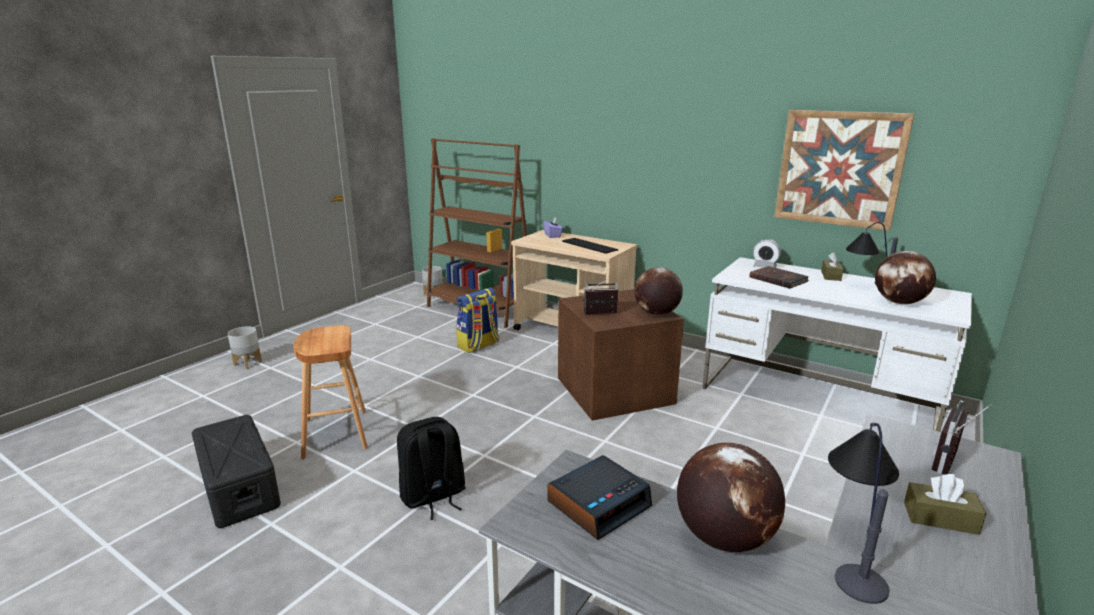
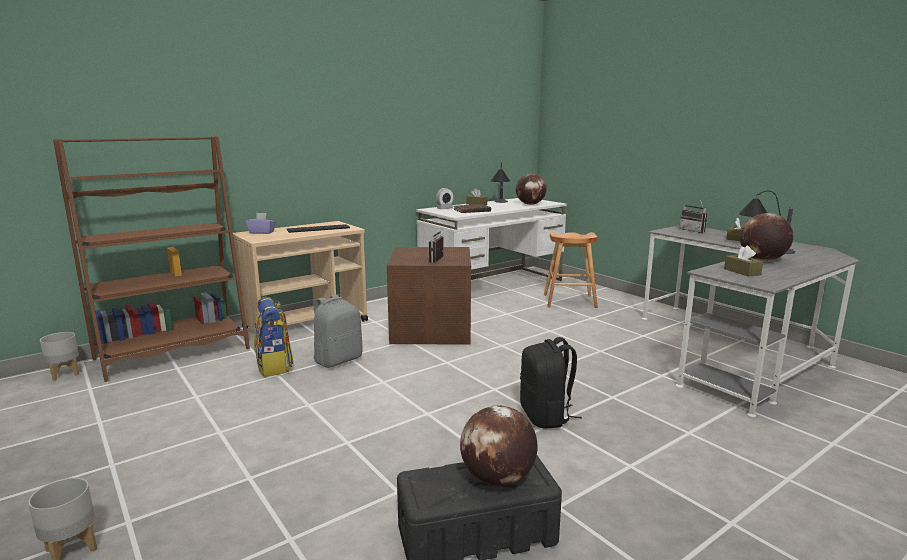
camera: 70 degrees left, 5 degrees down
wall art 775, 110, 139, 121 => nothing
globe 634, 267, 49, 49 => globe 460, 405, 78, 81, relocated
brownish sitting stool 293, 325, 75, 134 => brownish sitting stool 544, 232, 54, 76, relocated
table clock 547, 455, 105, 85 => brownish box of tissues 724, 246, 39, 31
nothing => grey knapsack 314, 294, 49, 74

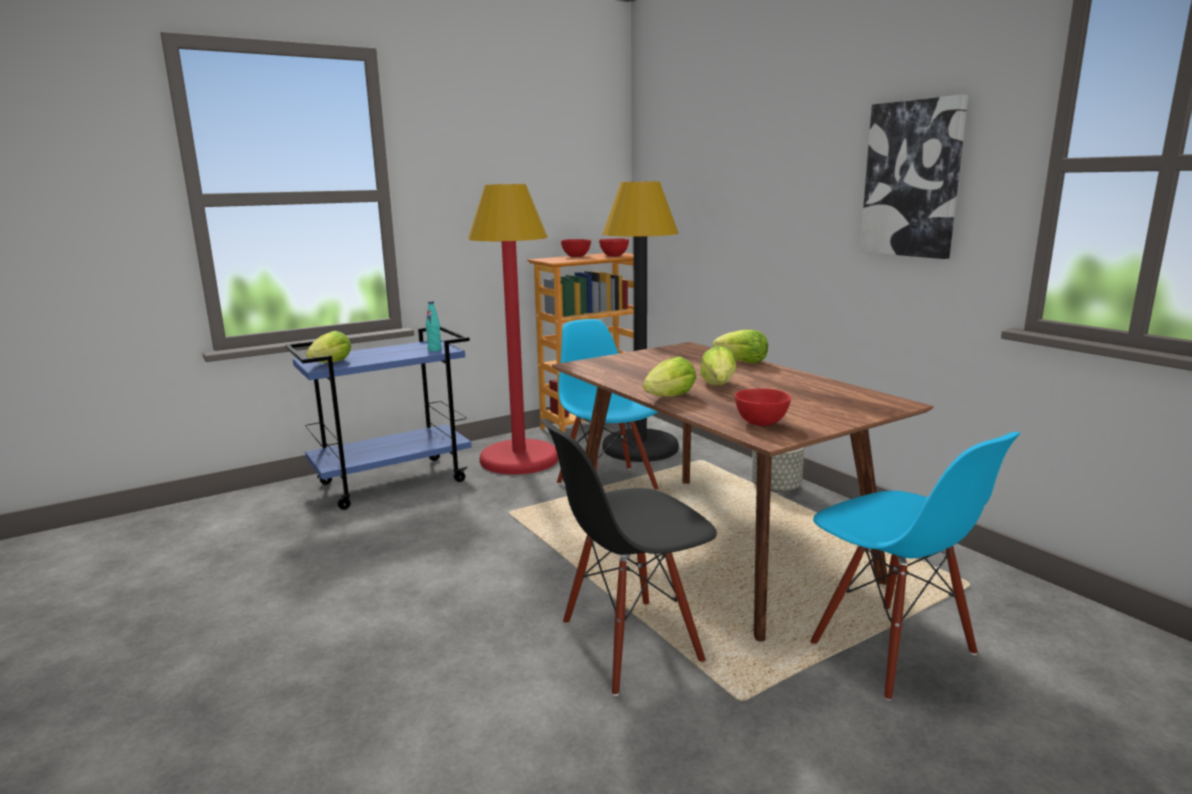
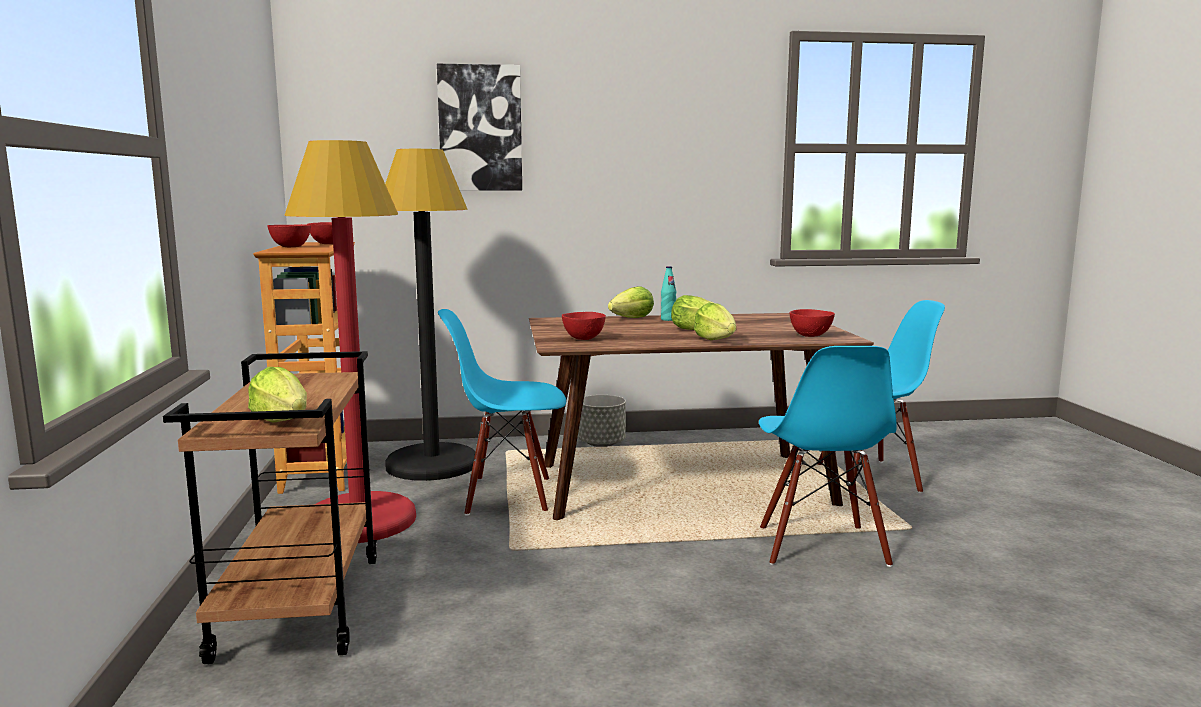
camera: 65 degrees left, 5 degrees down
wall art 860, 95, 108, 164 => wall art 437, 64, 85, 126, relocated
turquoise-coloured bottle 426, 301, 16, 51 => turquoise-coloured bottle 661, 266, 15, 55, relocated
blue wheeled cart 285, 326, 187, 184 => brownish wheeled cart 163, 351, 214, 313
black plain chair 540, 419, 177, 277 => blue plain chair 759, 346, 138, 221
nothing => red-coloured deep dish 562, 312, 44, 28

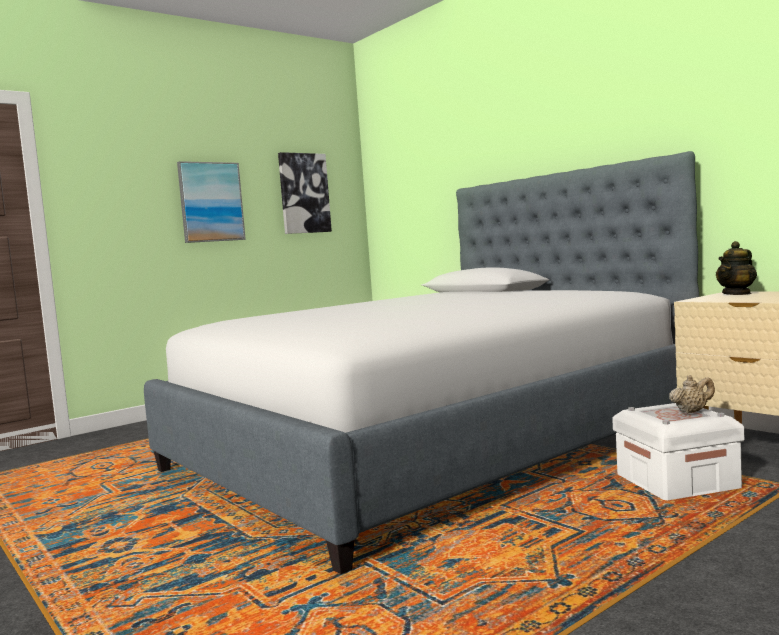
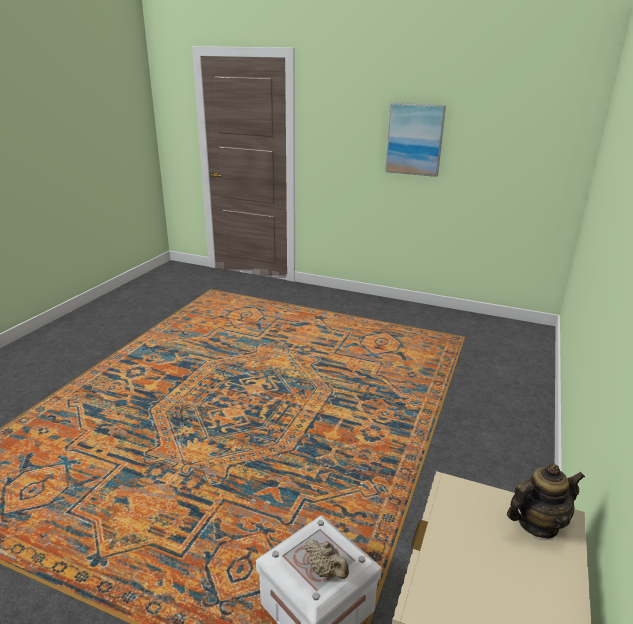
camera: 60 degrees right, 20 degrees up
bed 144, 151, 555, 423 => nothing
wall art 278, 152, 54, 82 => nothing
pot for tea 716, 241, 41, 54 => pot for tea 507, 464, 78, 75, 135 degrees clockwise

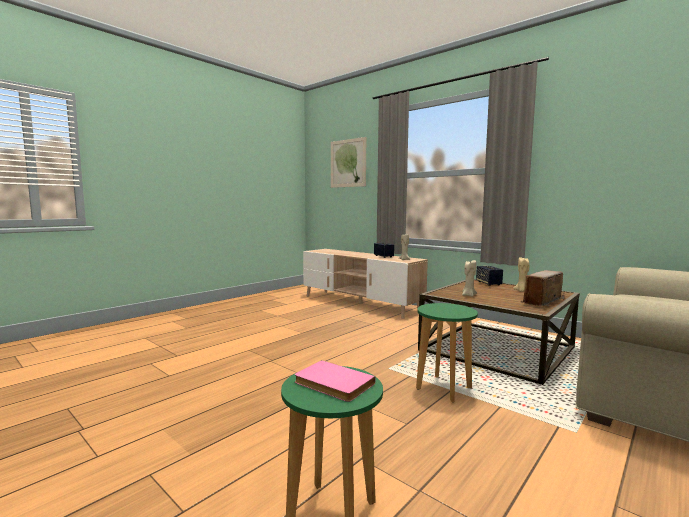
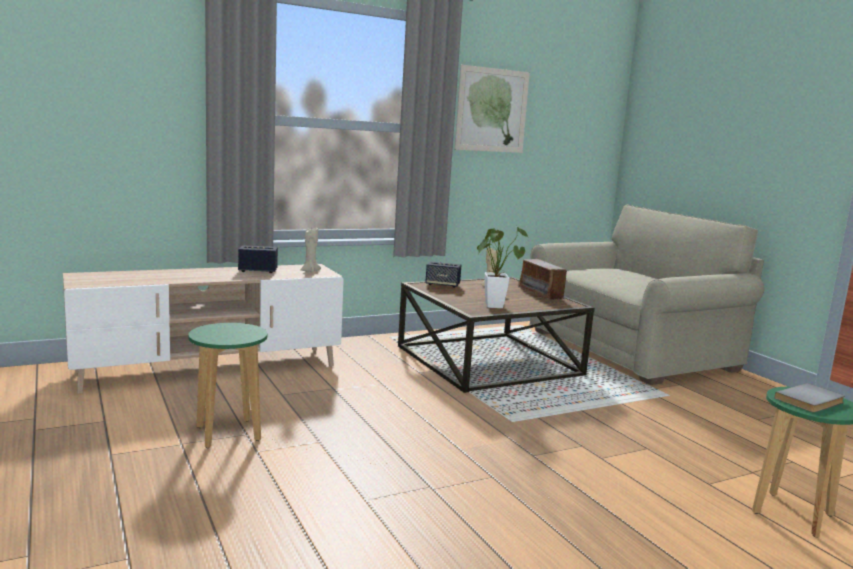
camera: 70 degrees left, 5 degrees up
wall art 331, 137, 35, 51 => wall art 455, 65, 75, 88, relocated
sand-coloured wax candle 462, 260, 15, 37 => plant in a pot 477, 227, 51, 81
green sitting stool 416, 303, 62, 99 => green sitting stool 188, 323, 79, 125, relocated
pink book 295, 360, 80, 42 => grey book 774, 383, 71, 29

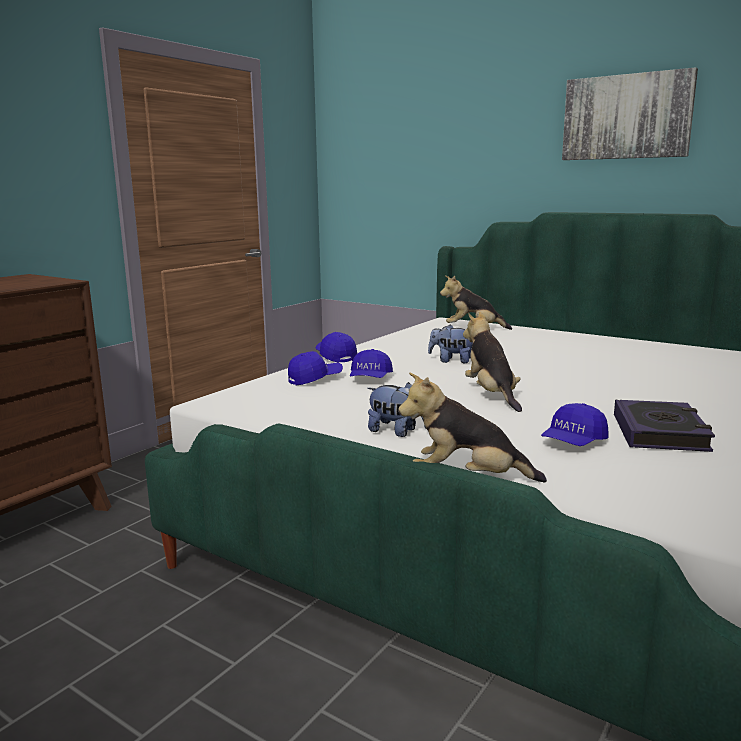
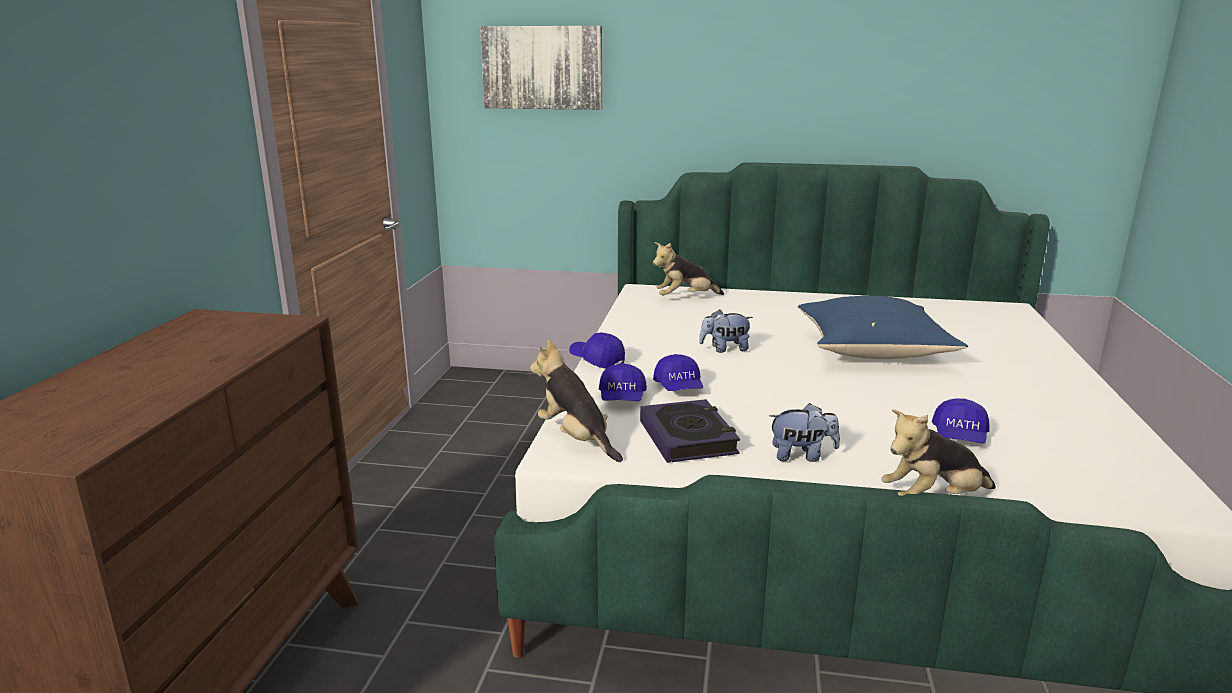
camera: 25 degrees left, 5 degrees up
wall art 562, 67, 136, 93 => wall art 480, 26, 122, 84, relocated
soft toy 463, 312, 59, 100 => soft toy 530, 340, 93, 122, relocated
blue cap 288, 351, 55, 34 => blue cap 599, 363, 48, 38, 150 degrees clockwise
book 614, 400, 101, 52 => book 640, 399, 100, 64, relocated
nothing => blue cushion 798, 296, 170, 63

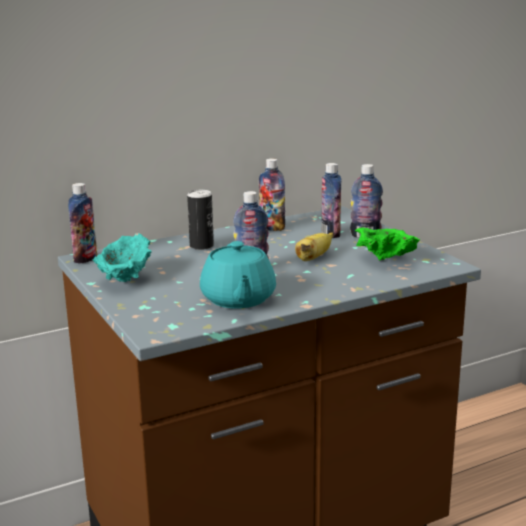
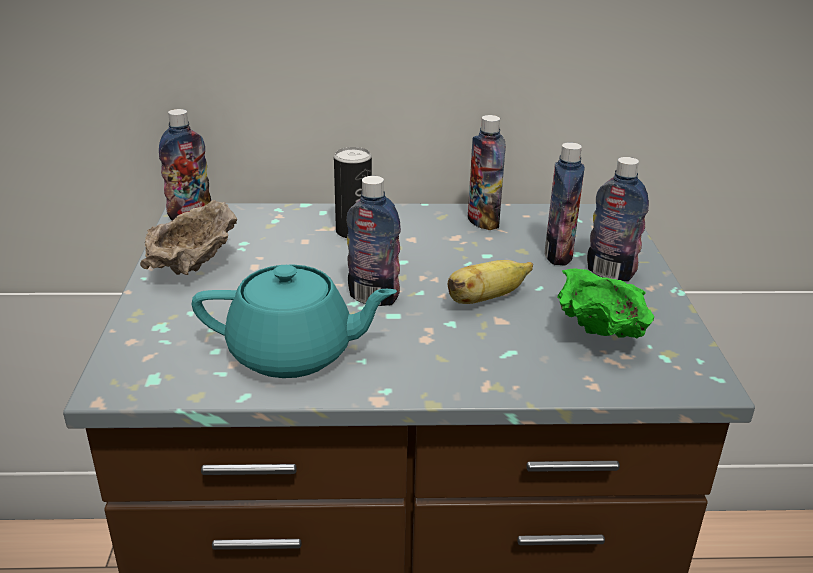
camera: 25 degrees right, 10 degrees up
turquoise-coloured deep dish 92, 233, 59, 49 => sand-coloured deep dish 140, 200, 97, 75
turquoise-coloured pot for tea 200, 241, 76, 68 => turquoise-coloured pot for tea 192, 264, 205, 114, 105 degrees counterclockwise

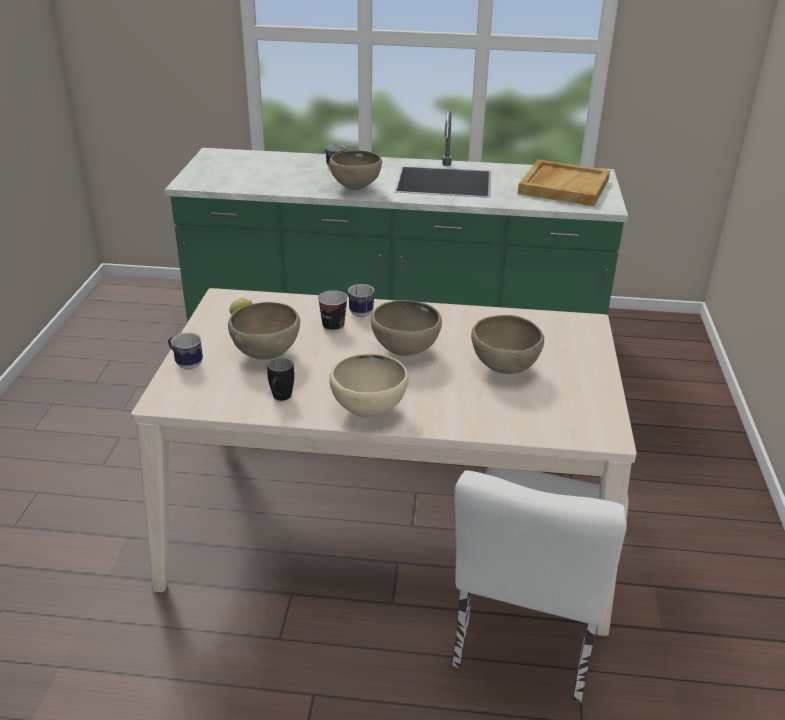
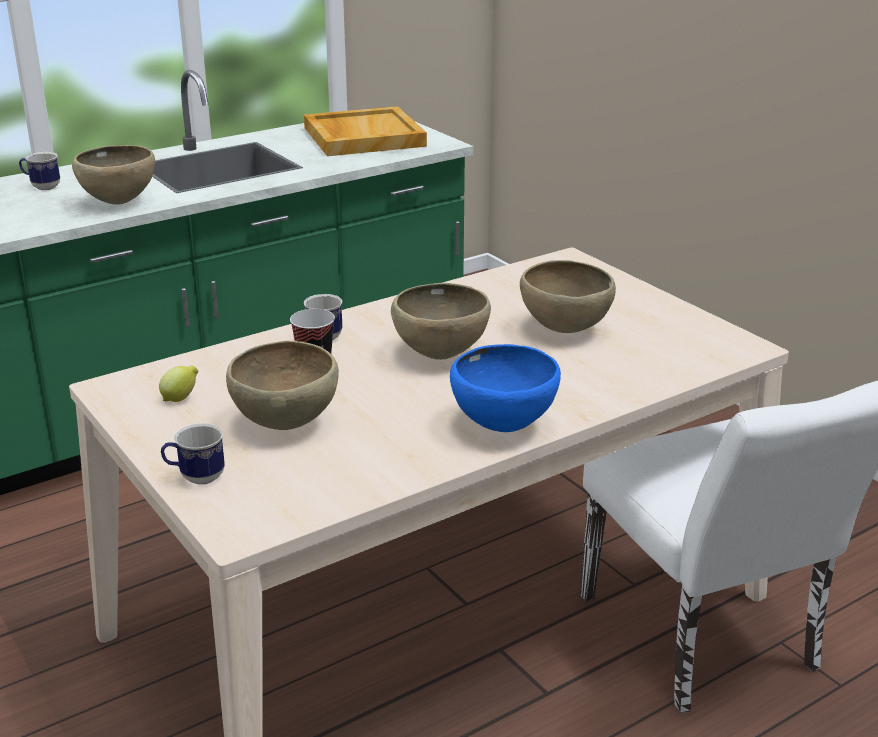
camera: 40 degrees left, 5 degrees down
sand-coloured deep dish 329, 353, 80, 65 => blue deep dish 450, 344, 111, 88
black mug 267, 358, 27, 43 => nothing

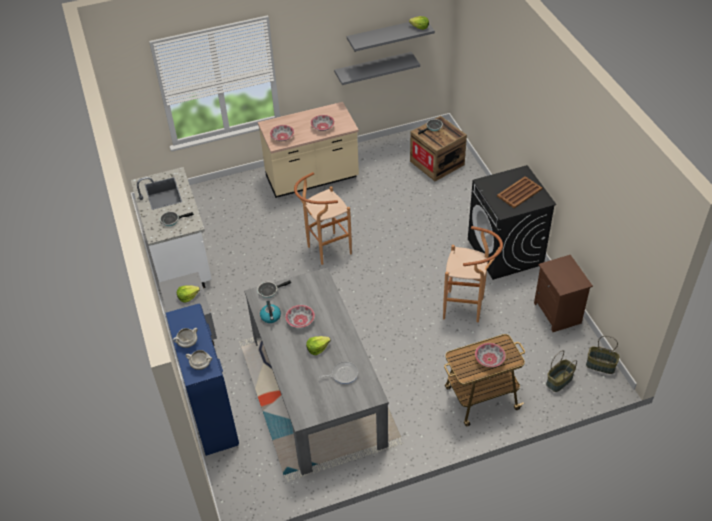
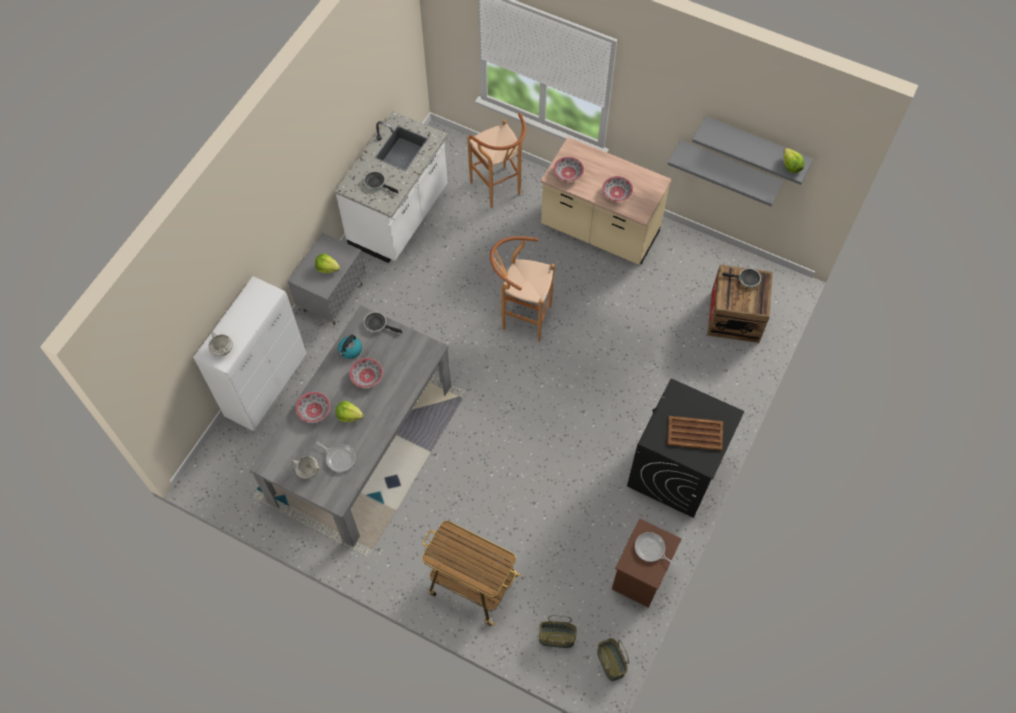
camera: 45 degrees right, 15 degrees up
brownish sitting stool 443, 226, 60, 97 => brownish sitting stool 467, 113, 59, 95, relocated
blue cupboard 166, 303, 73, 153 => white cupboard 193, 276, 114, 155
white cooking pot 173, 328, 24, 20 => white cooking pot 292, 456, 28, 23, relocated
deep dish 475, 343, 31, 24 => deep dish 296, 392, 34, 31, relocated
nothing => pan 635, 532, 41, 34

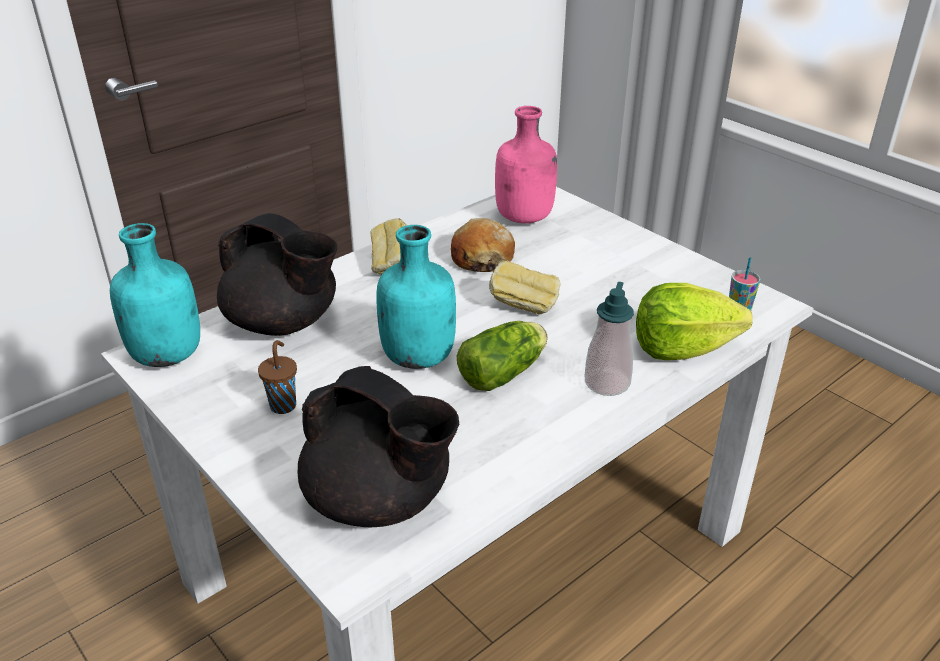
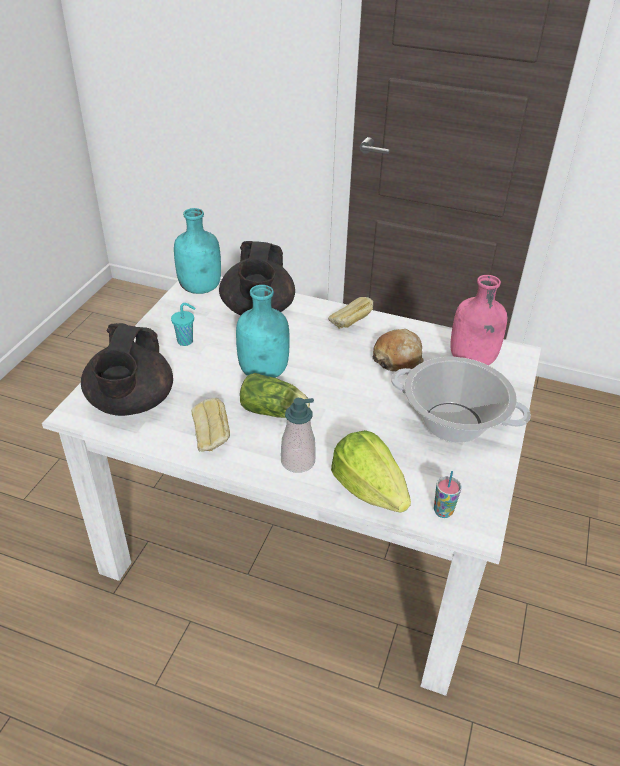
camera: 60 degrees right, 5 degrees up
bread 489, 260, 72, 55 => bread 191, 398, 39, 54, relocated
brownish drinking cup 258, 340, 39, 74 => turquoise-coloured drinking cup 171, 303, 25, 43
nothing => cooking pot 391, 357, 140, 86

